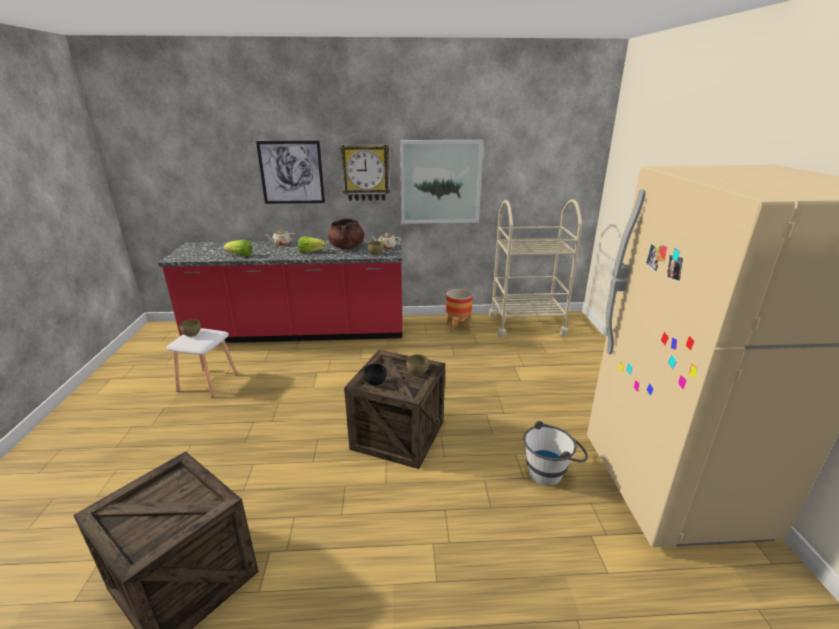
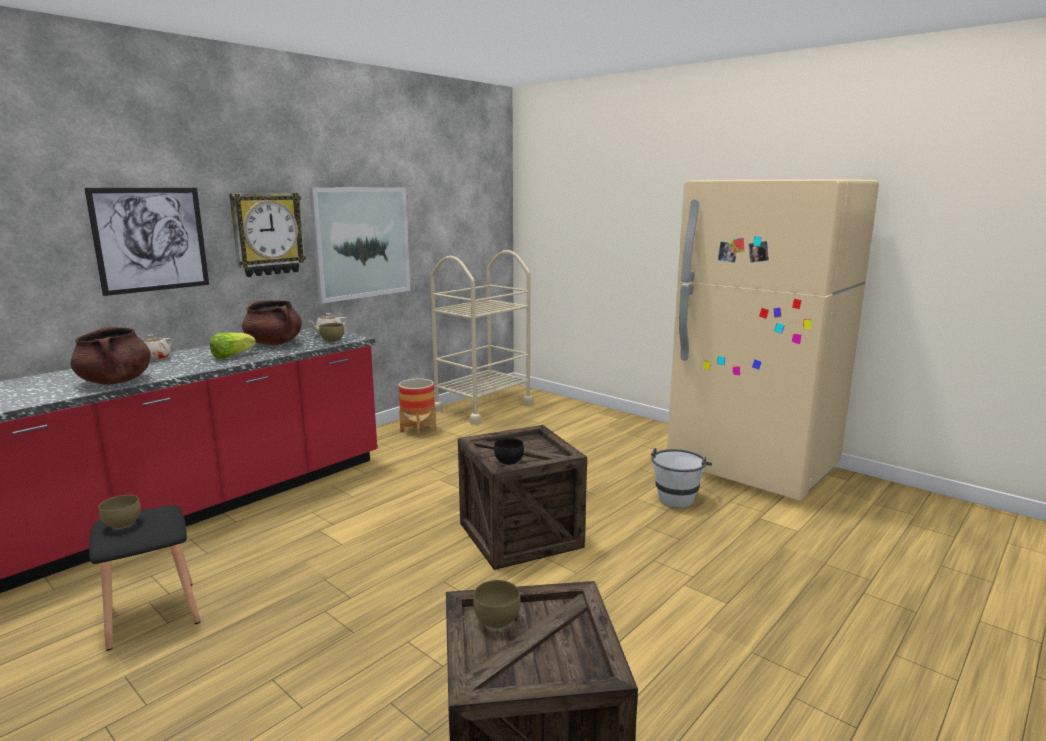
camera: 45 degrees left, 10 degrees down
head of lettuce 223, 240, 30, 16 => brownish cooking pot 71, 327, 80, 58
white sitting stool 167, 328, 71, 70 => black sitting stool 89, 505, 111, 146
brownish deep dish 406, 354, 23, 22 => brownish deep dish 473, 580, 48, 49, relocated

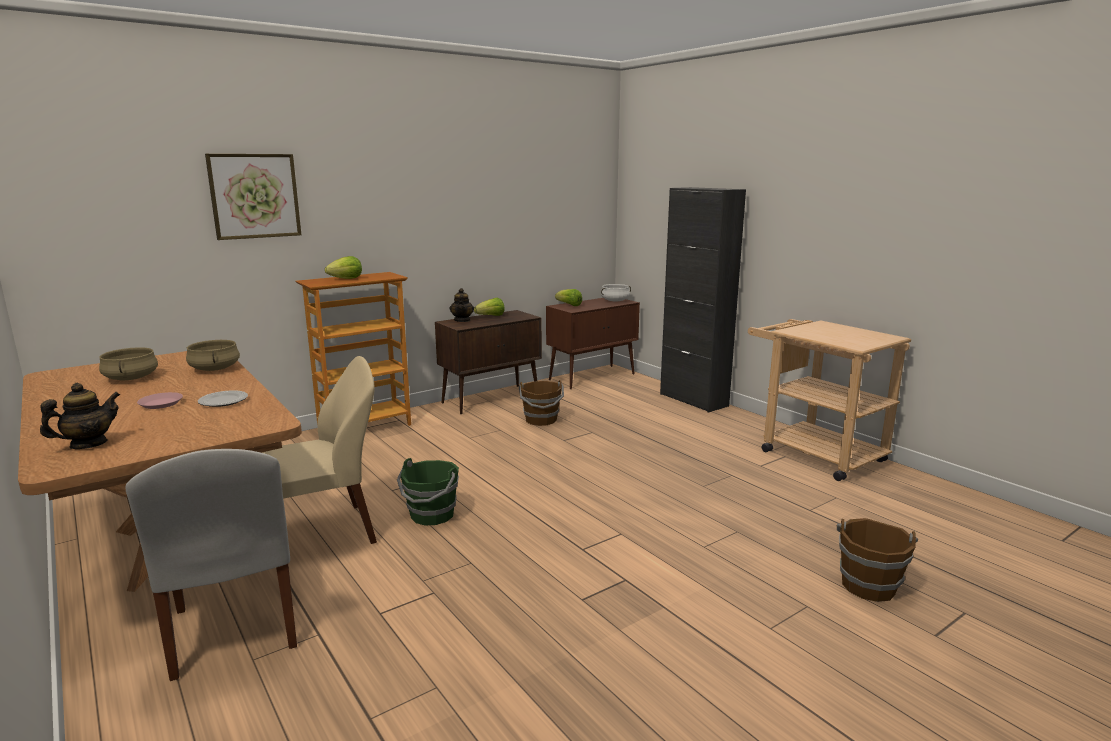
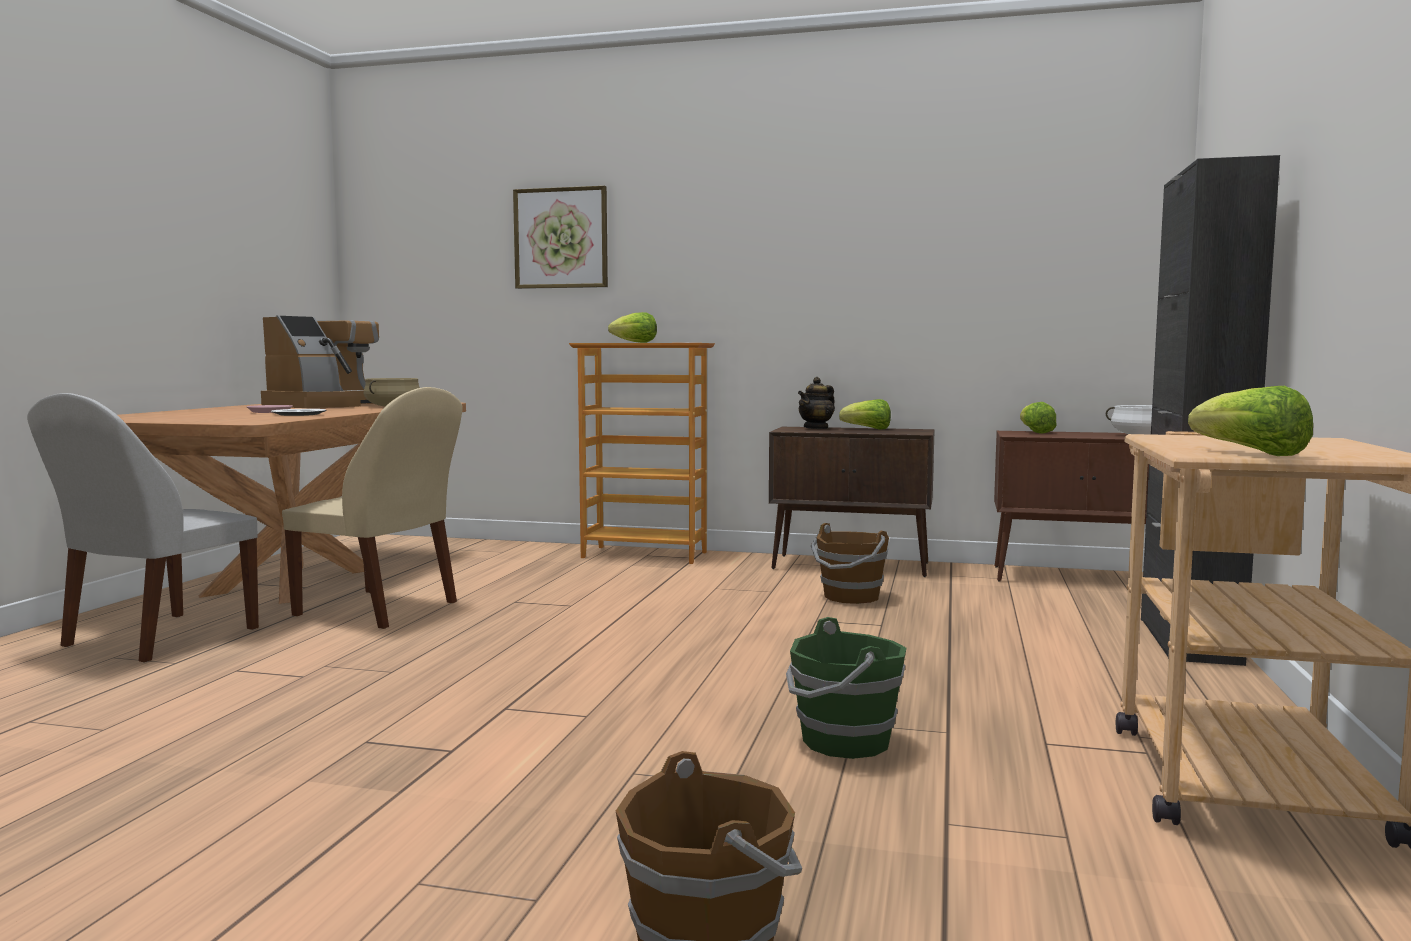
camera: 50 degrees right, 10 degrees down
sand-coloured cooking pot 99, 347, 59, 33 => coffee maker 261, 316, 118, 92
pot for tea 40, 383, 80, 66 => nothing
green bucket 397, 458, 62, 67 => green bucket 786, 617, 120, 142, relocated
nothing => head of lettuce 1188, 386, 125, 70

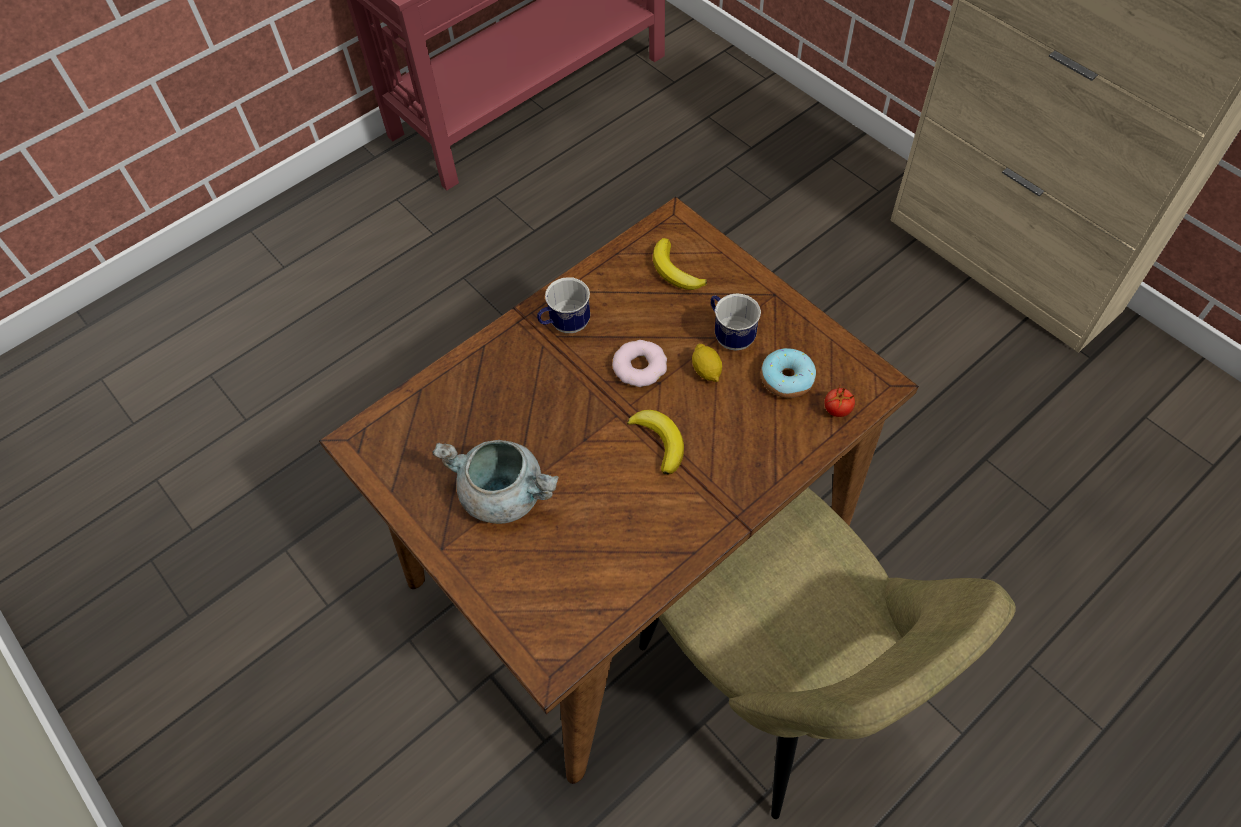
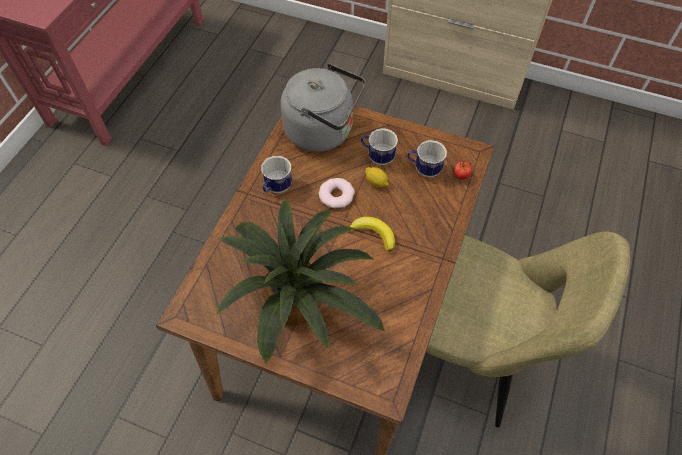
camera: 30 degrees left, 0 degrees up
whole banana 653, 238, 54, 52 => grey water kettle 281, 63, 85, 89
donut 761, 348, 55, 50 => mug 408, 140, 39, 37
grey cooking pot 432, 440, 127, 84 => plant in a pot 217, 198, 168, 165

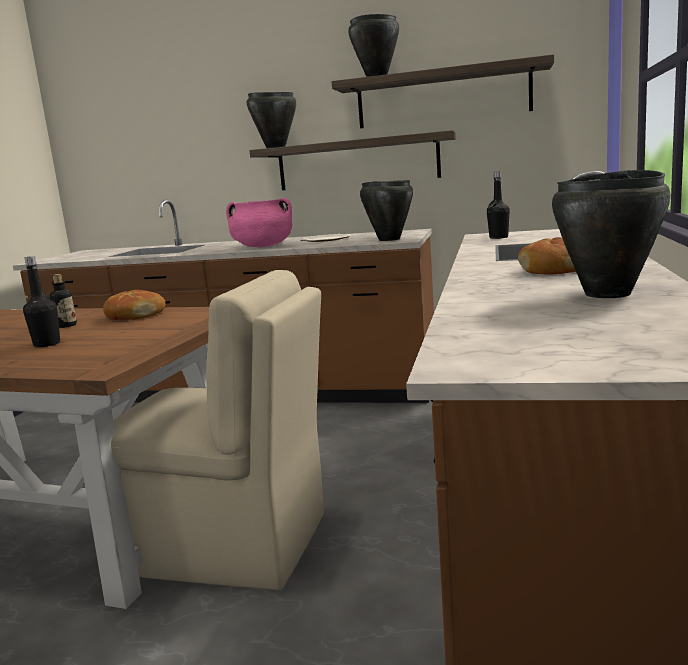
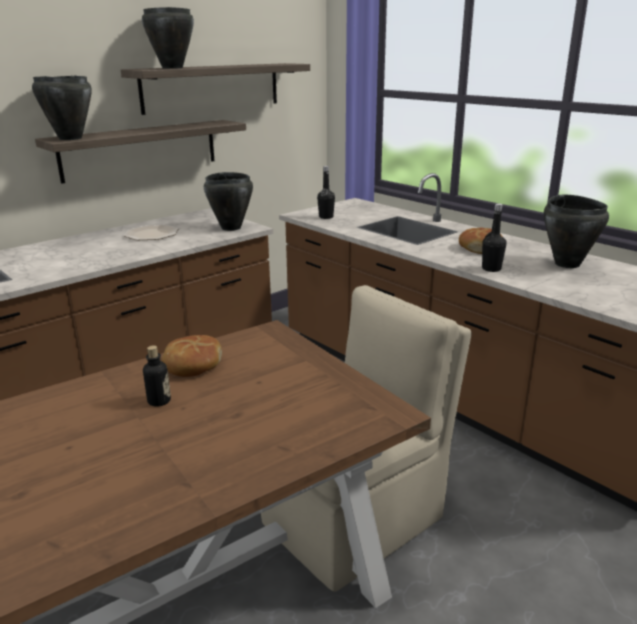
camera: 55 degrees left, 10 degrees up
pink cooking pot 226, 198, 66, 49 => nothing
black bottle 23, 256, 37, 91 => black bottle 482, 203, 25, 69, relocated

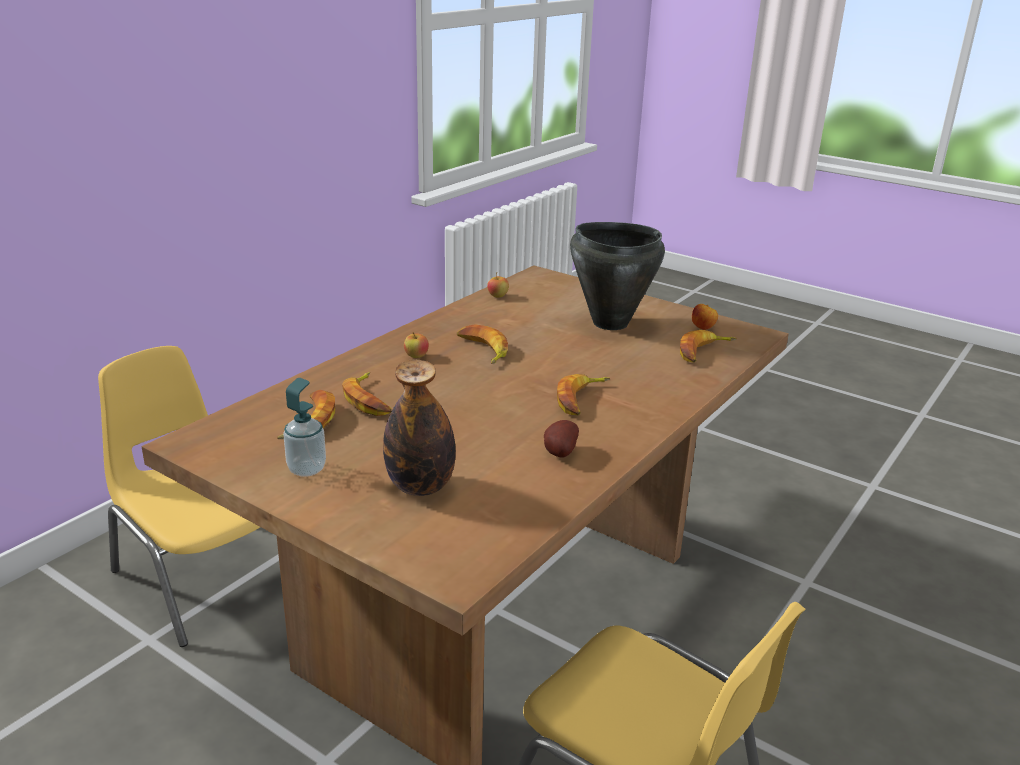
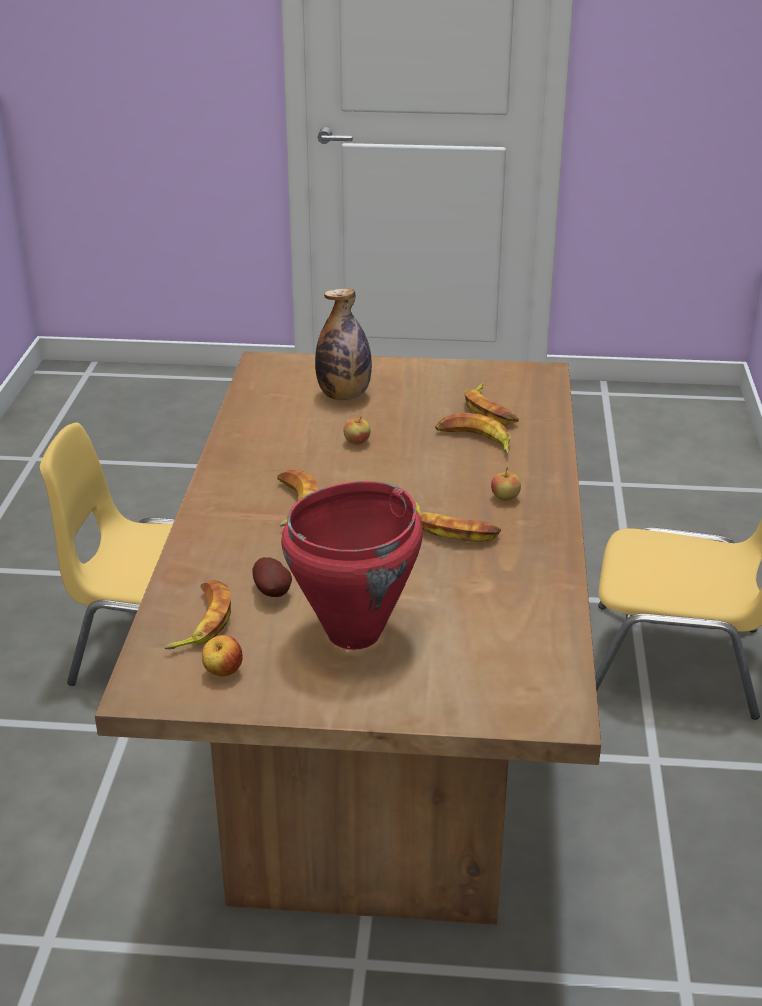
camera: 150 degrees right, 5 degrees up
black cooking pot 570, 222, 95, 108 => red-coloured cooking pot 281, 481, 142, 169
apple 487, 272, 22, 26 => apple 343, 416, 28, 29, relocated
liquid soap bottle 283, 378, 43, 99 => nothing
potato 544, 420, 35, 37 => potato 252, 557, 40, 40, relocated

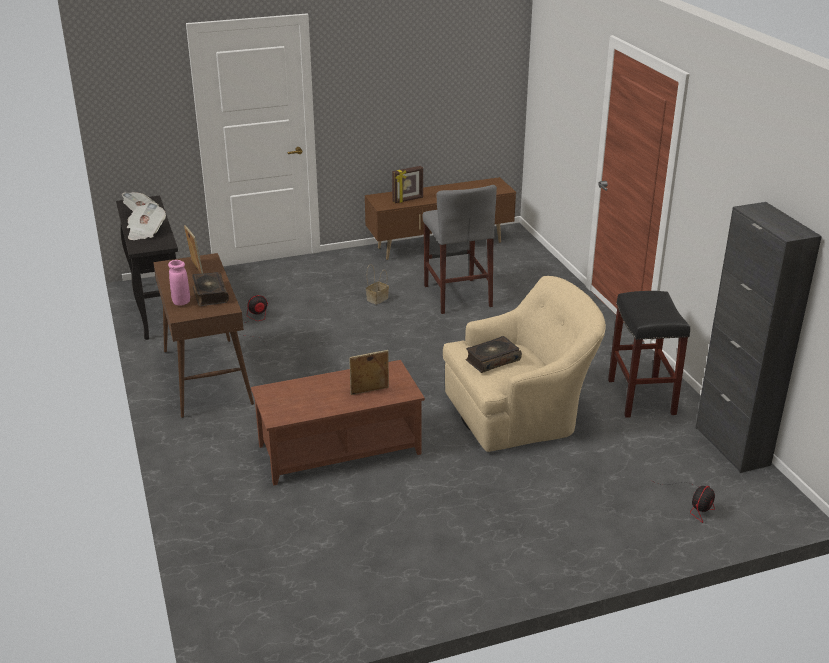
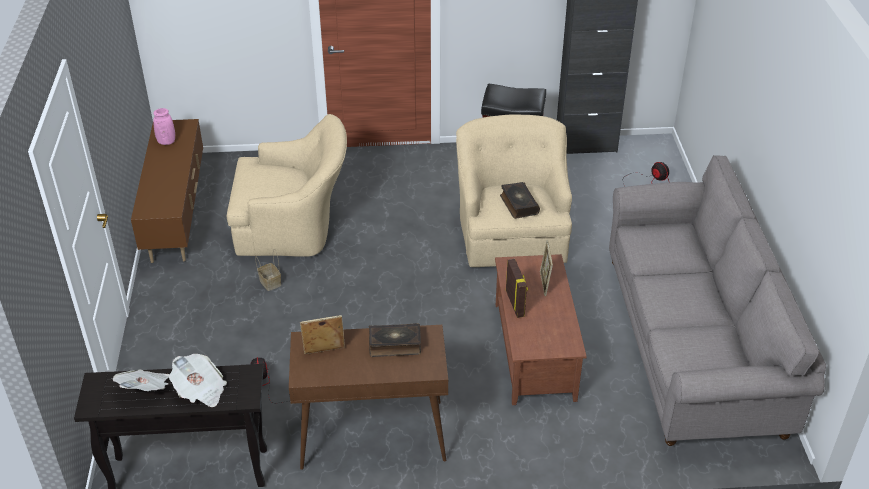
camera: 75 degrees left, 10 degrees up
picture frame 392, 166, 31, 37 => picture frame 506, 259, 22, 59, relocated
grey sitting stool 422, 185, 75, 129 => sand-coloured lounge chair 227, 114, 120, 143
pink decorative vase 168, 260, 22, 46 => pink decorative vase 153, 108, 22, 37, relocated
nothing => grey settee 609, 155, 217, 291

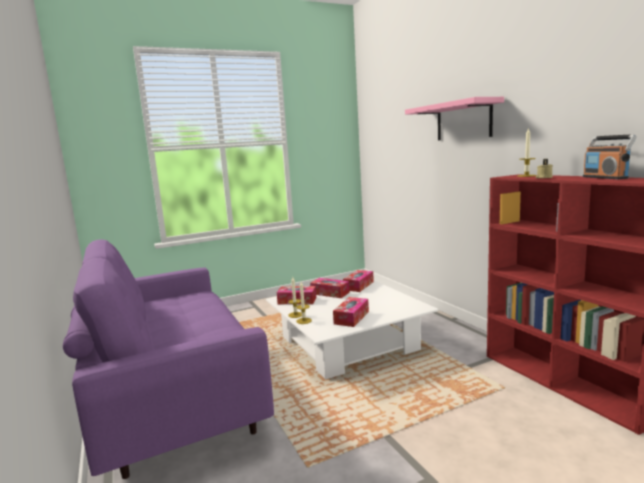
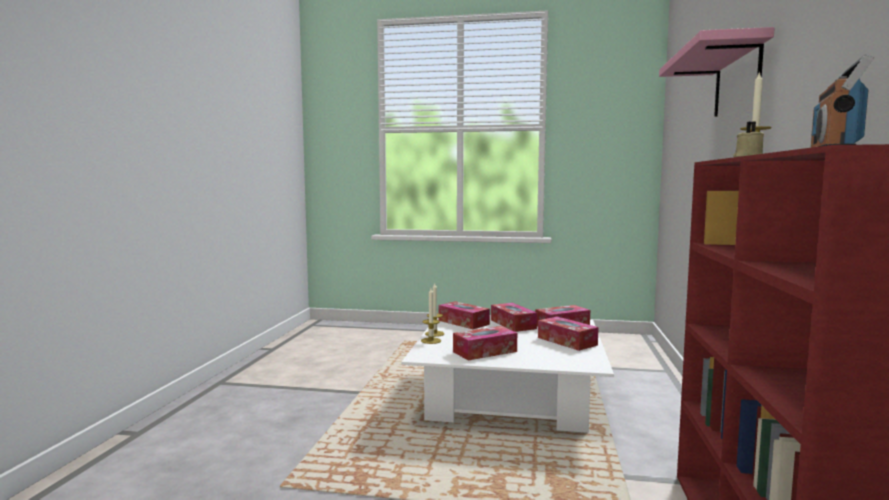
camera: 35 degrees right, 5 degrees down
purplish settee 63, 239, 211, 240 => nothing
nothing => box of tissues 538, 316, 61, 35

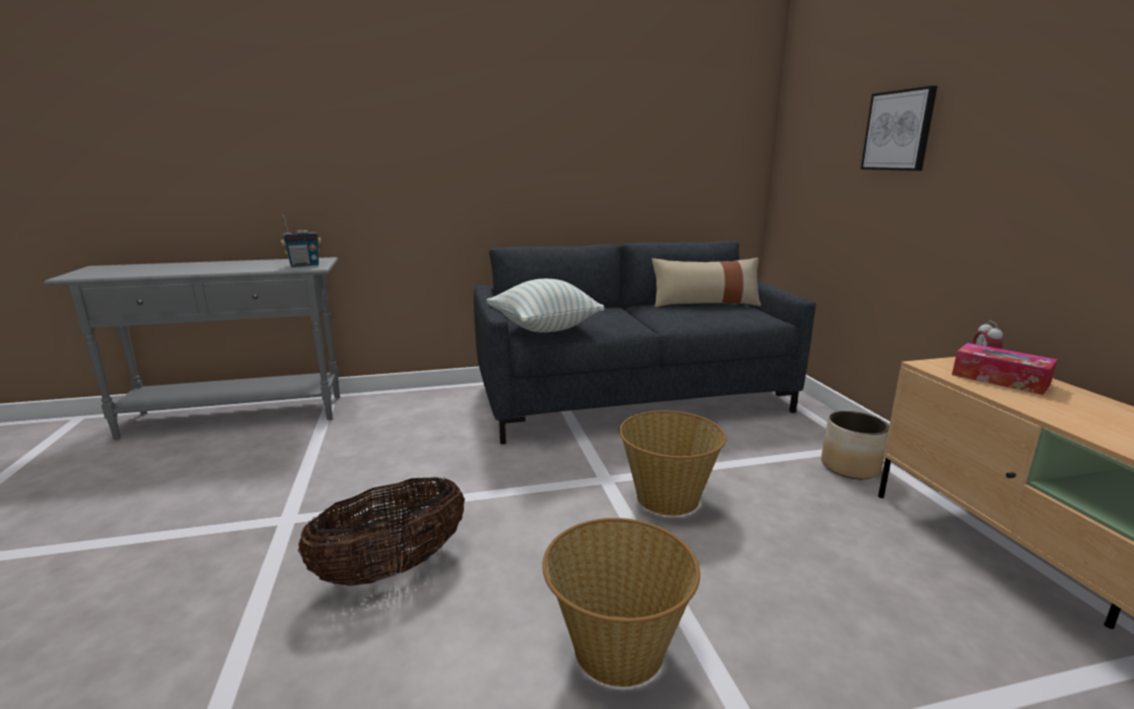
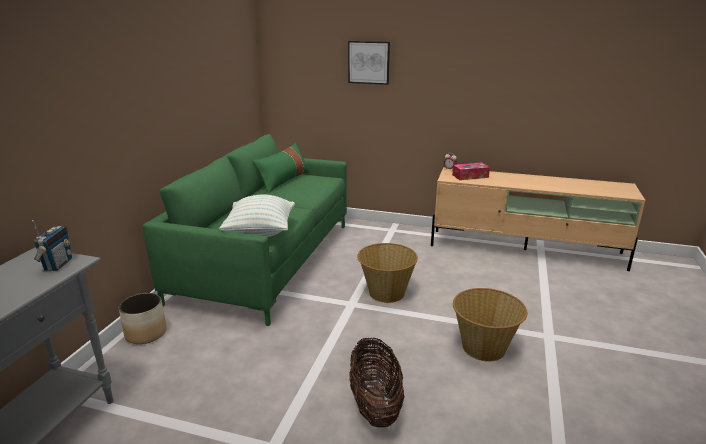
camera: 60 degrees left, 5 degrees up
grey settee 474, 241, 342, 203 => green settee 142, 134, 205, 192
sand-coloured cushion 652, 258, 109, 49 => green cushion 252, 143, 58, 50
plant pot 821, 411, 68, 68 => plant pot 119, 293, 48, 51, relocated

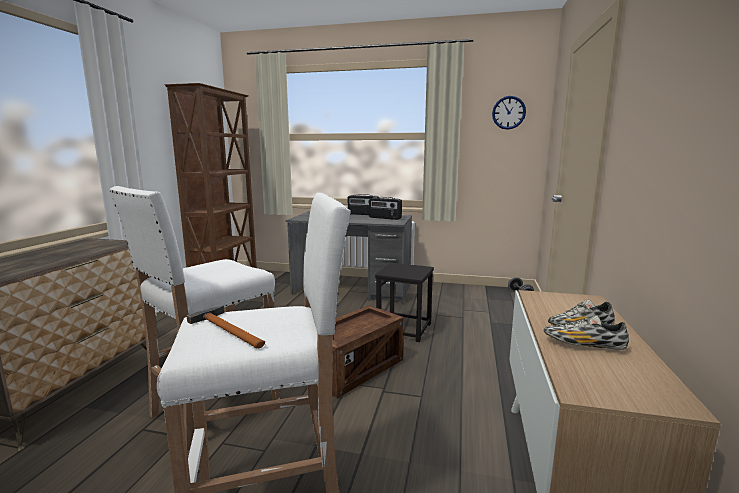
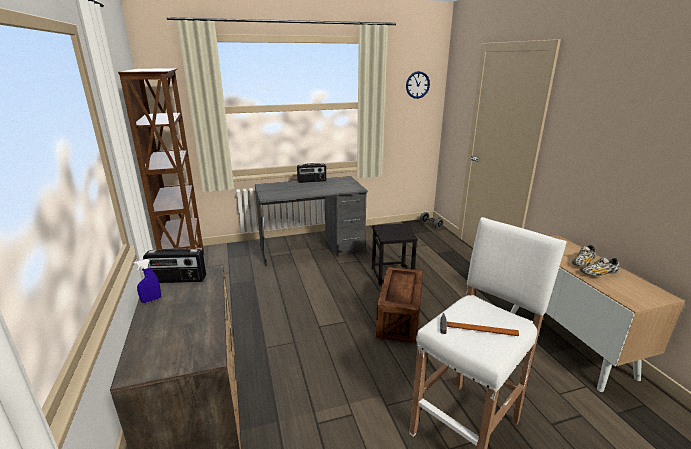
camera: 30 degrees left, 10 degrees up
white sitting stool 109, 186, 171, 265 => nothing
radio 369, 197, 33, 23 => radio 143, 248, 63, 35, relocated
nothing => blue spray bottle 134, 259, 27, 44

